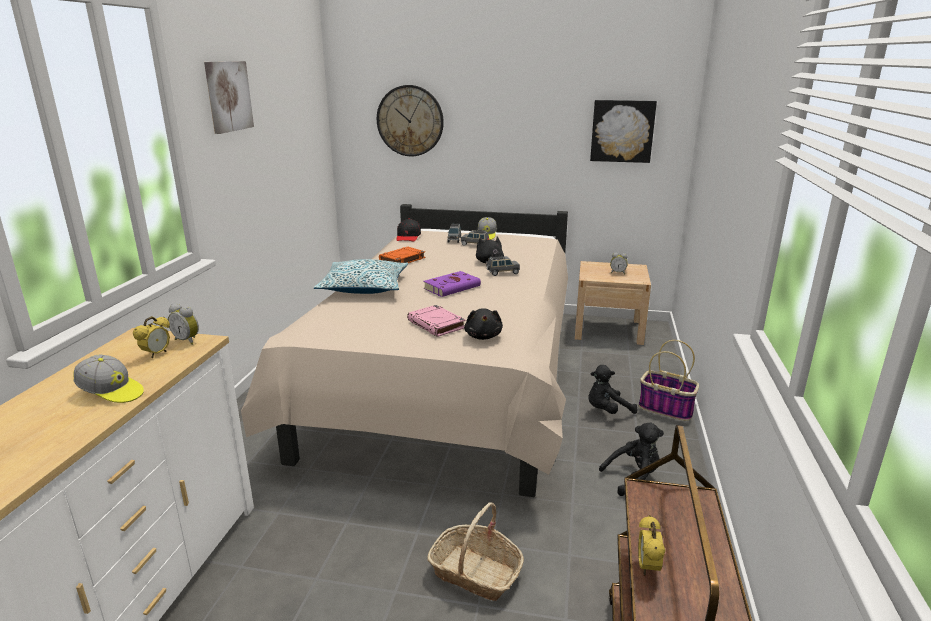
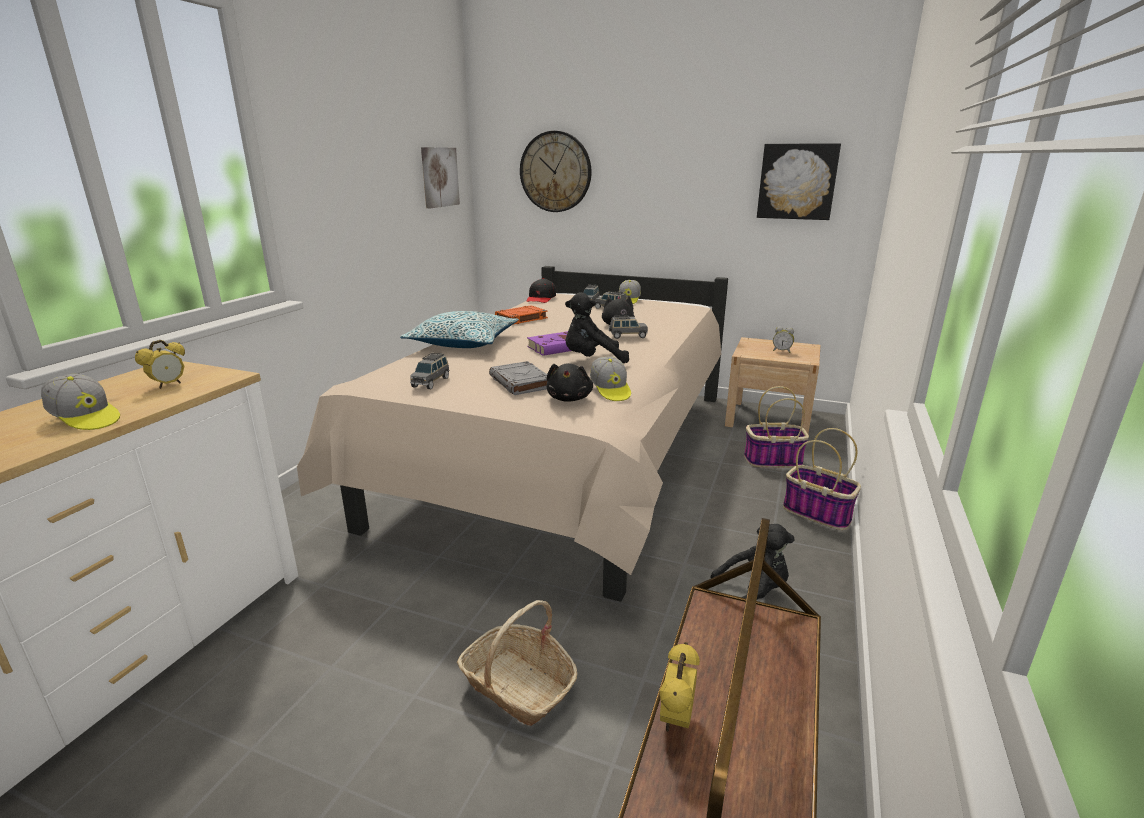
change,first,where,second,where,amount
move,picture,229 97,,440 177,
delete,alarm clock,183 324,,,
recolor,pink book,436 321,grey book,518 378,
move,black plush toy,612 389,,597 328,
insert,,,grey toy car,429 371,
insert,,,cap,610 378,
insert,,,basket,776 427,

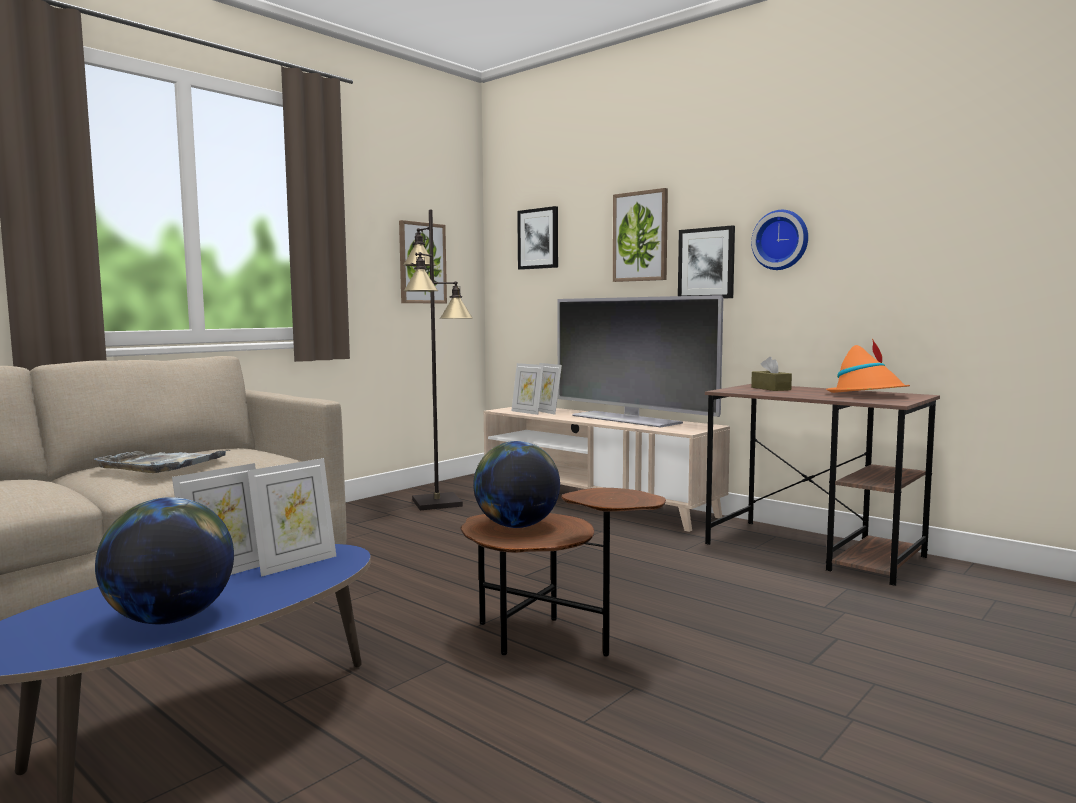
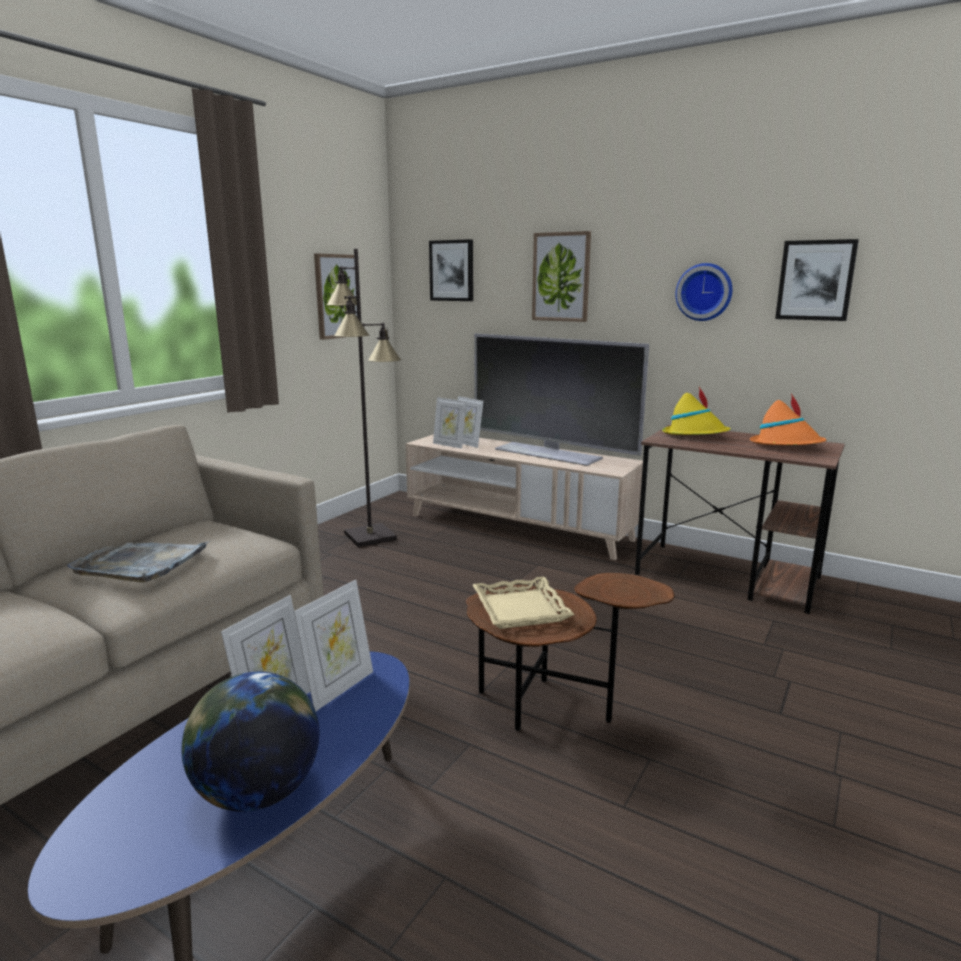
change,first,where,second,where,amount
move,picture,706 261,,817 280,
replace,brown tissue box,771 374,yellow hat,696 410,
replace,globe,516 484,beige tray,523 602,

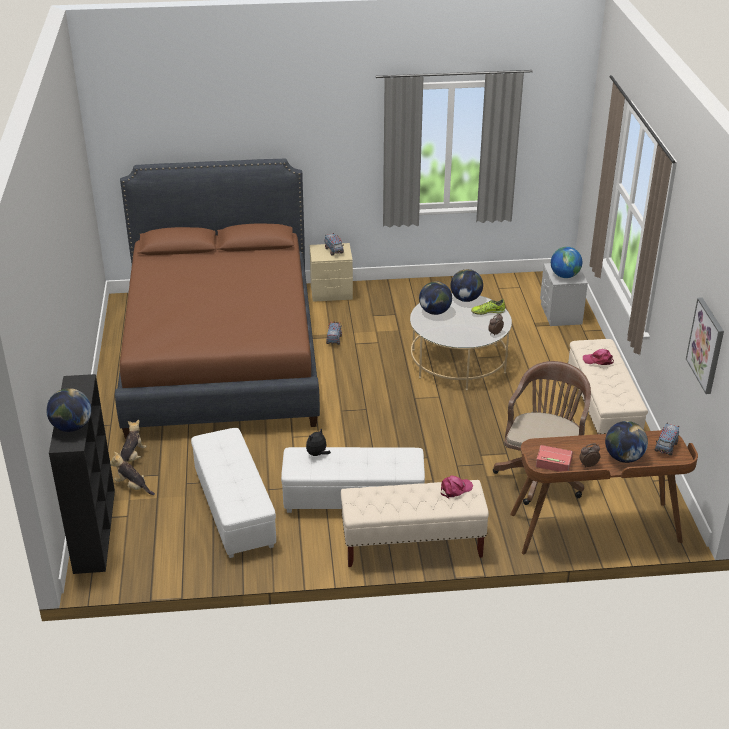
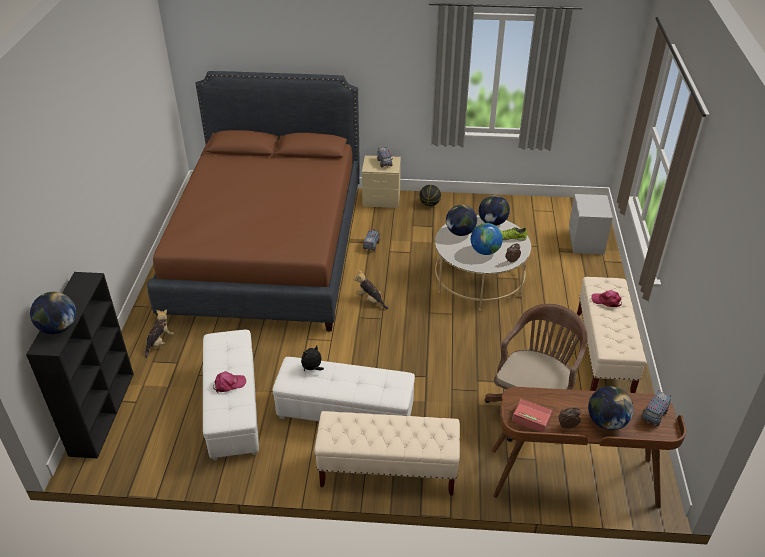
change,first,where,second,where,amount
move,globe,566 262,,487 239,
delete,picture,705 345,,,
move,plush toy,132 473,,370 289,
move,pink cap,457 487,,229 382,
insert,,,basketball,430 195,

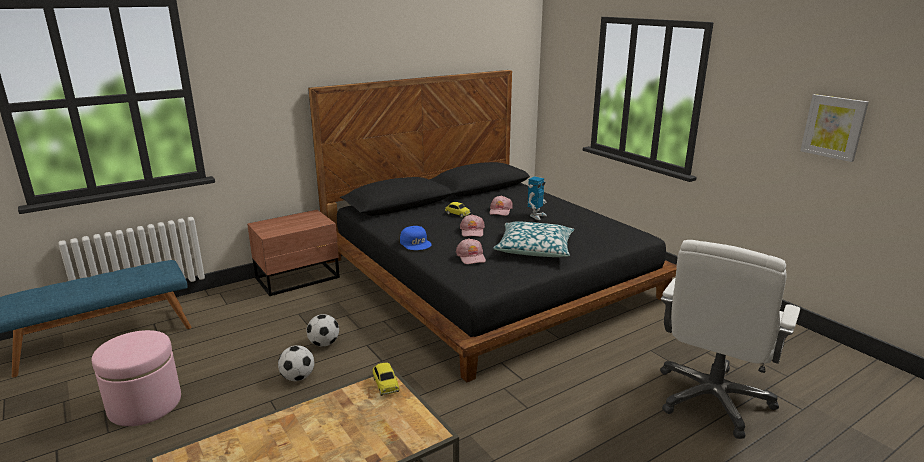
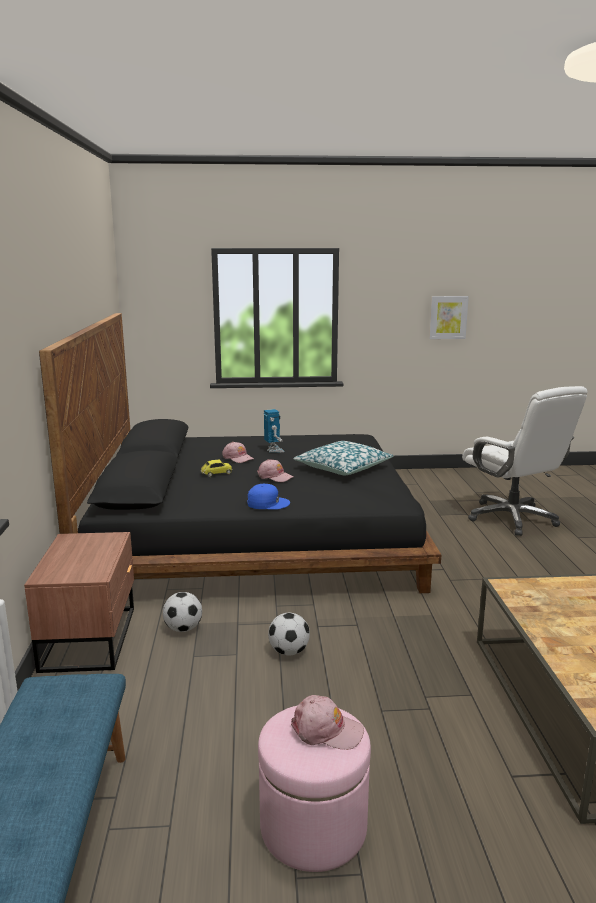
change,first,where,second,where,amount
move,pink cap,471 251,,327 722,
move,football,296 363,,182 612,
delete,toy car,386 379,,,

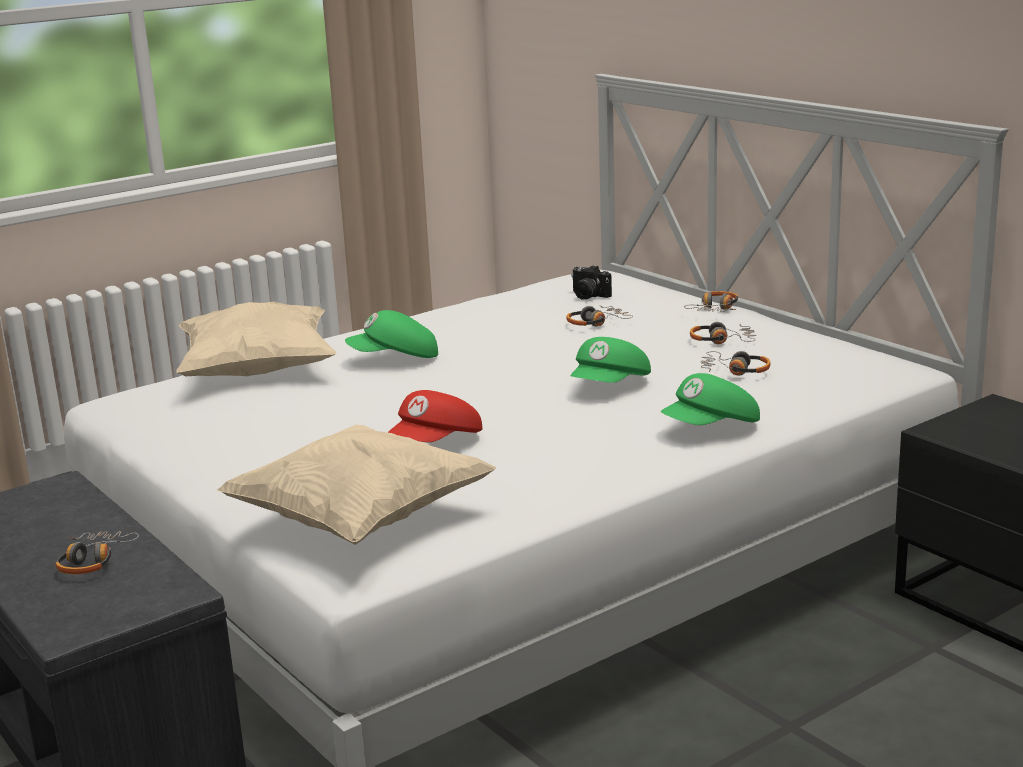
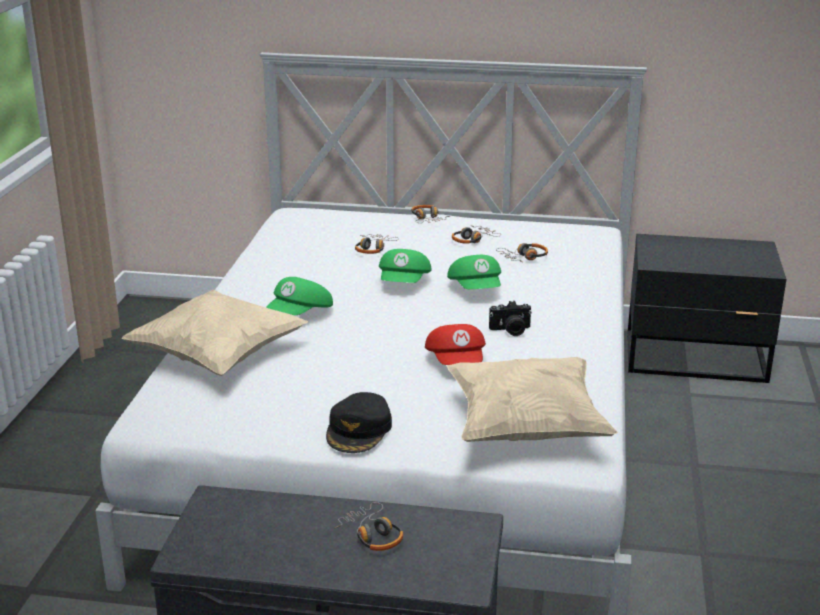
change,first,where,second,where,amount
move,photo camera,591 282,,510 318,
move,green cap,710 399,,405 266,
insert,,,black cap,359 422,

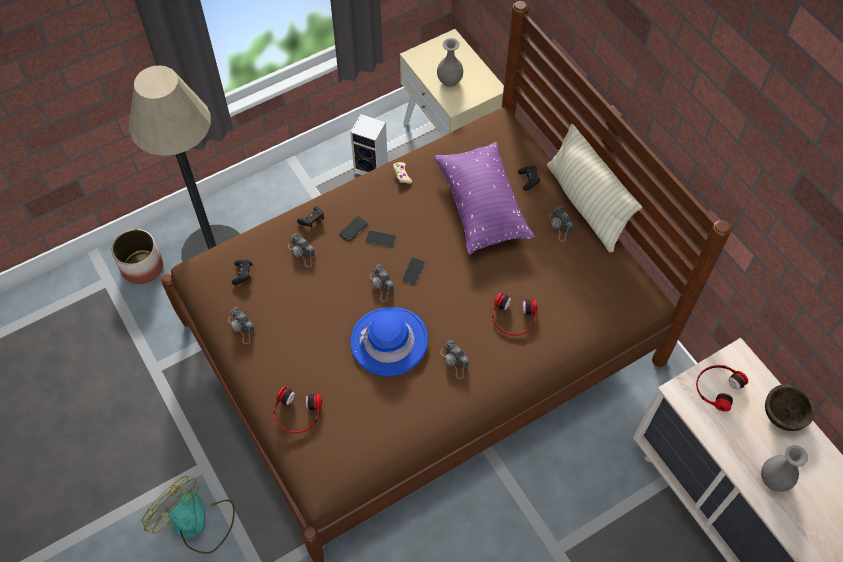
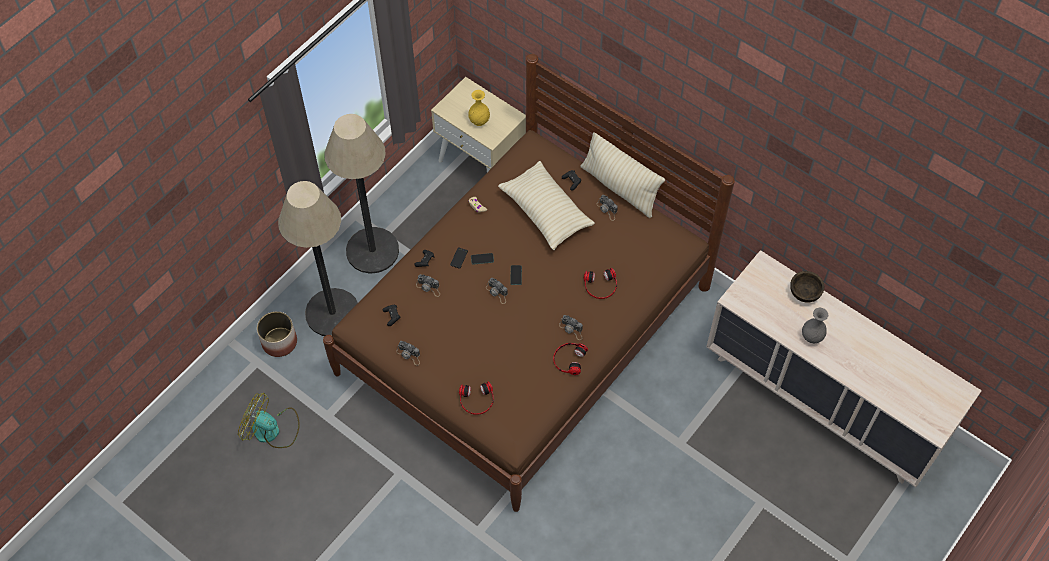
change,first,where,second,where,amount
recolor,grey vase,450 62,yellow vase,479 108,
delete,speaker,369 144,,,
recolor,purple pillow,484 198,beige pillow,546 205,
delete,blue hat,389 342,,,
move,headphones,722 388,,570 359,
move,fan,188 515,,269 420,
insert,,,floor lamp,361 194,

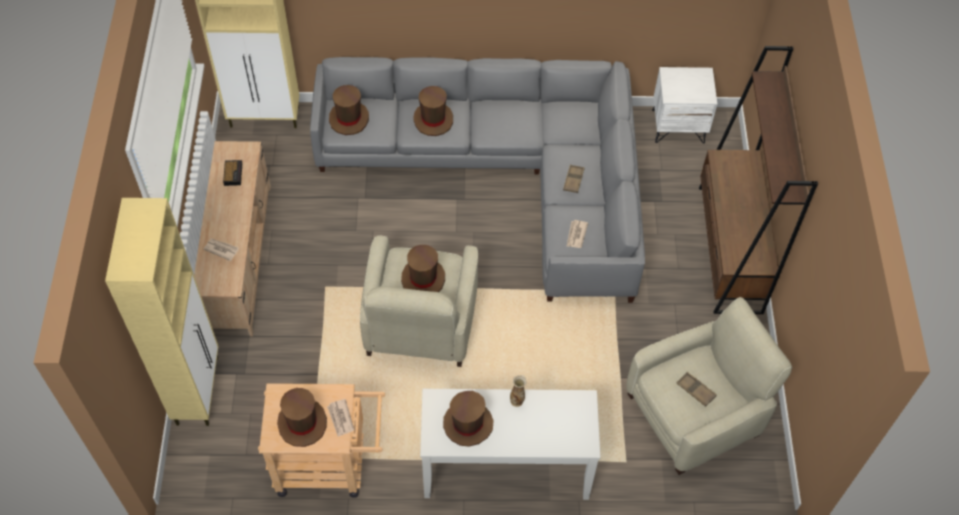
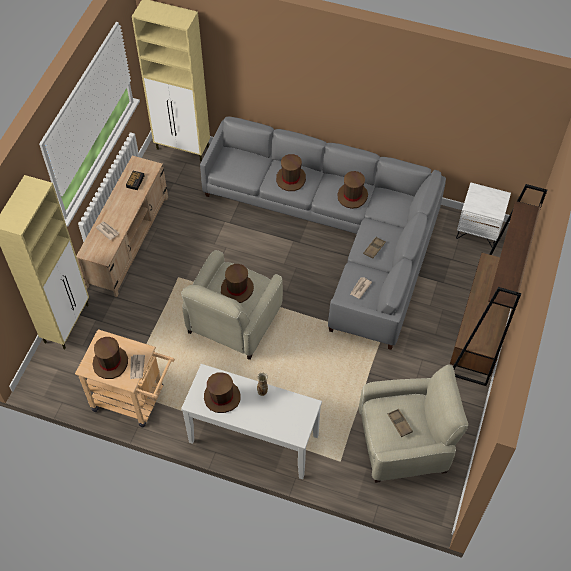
change,first,where,second,where,amount
move,brown hat,349 110,,352 190,

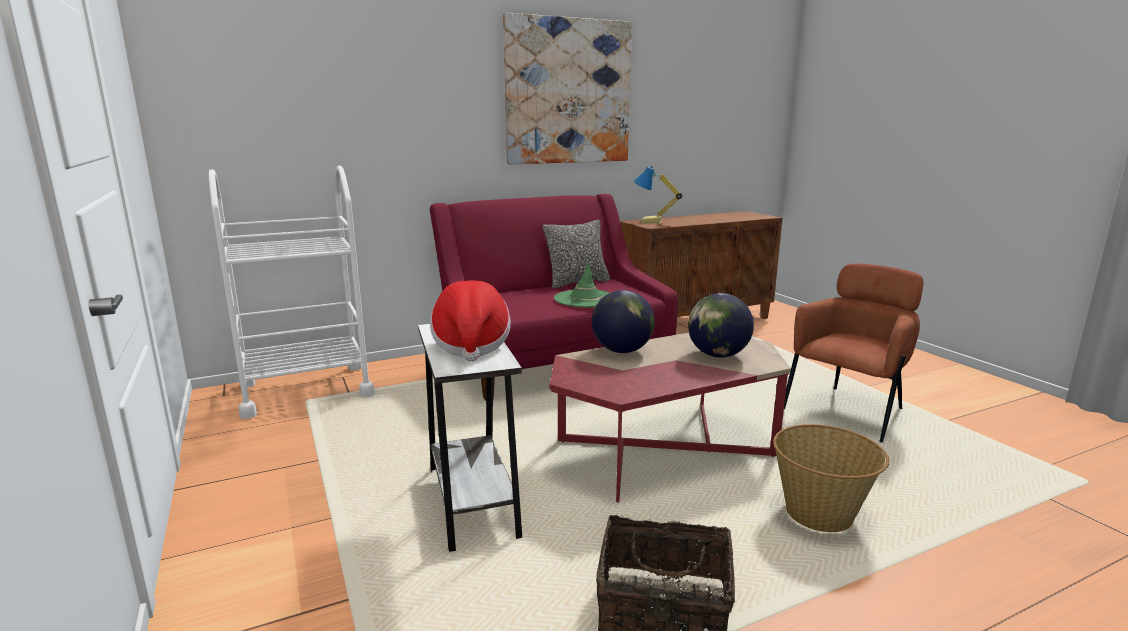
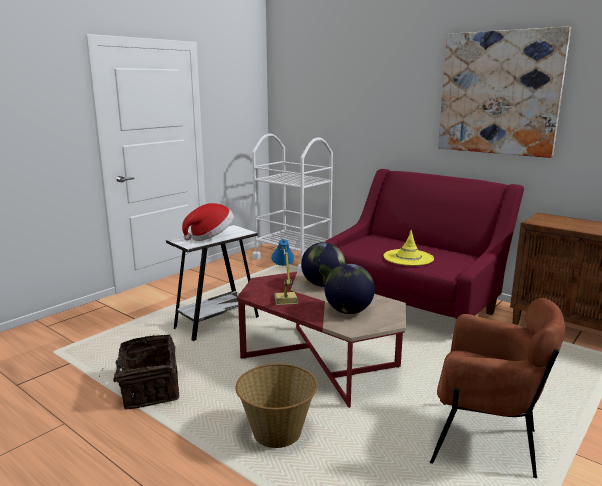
change,first,where,second,where,amount
move,table lamp,658 195,,284 272,
delete,pillow,576 254,,,
recolor,green hat,582 284,yellow hat,408 248,

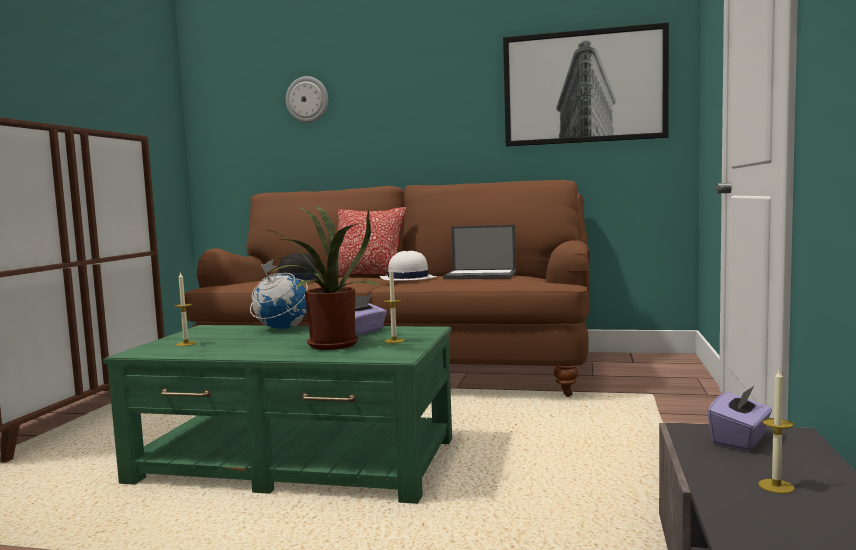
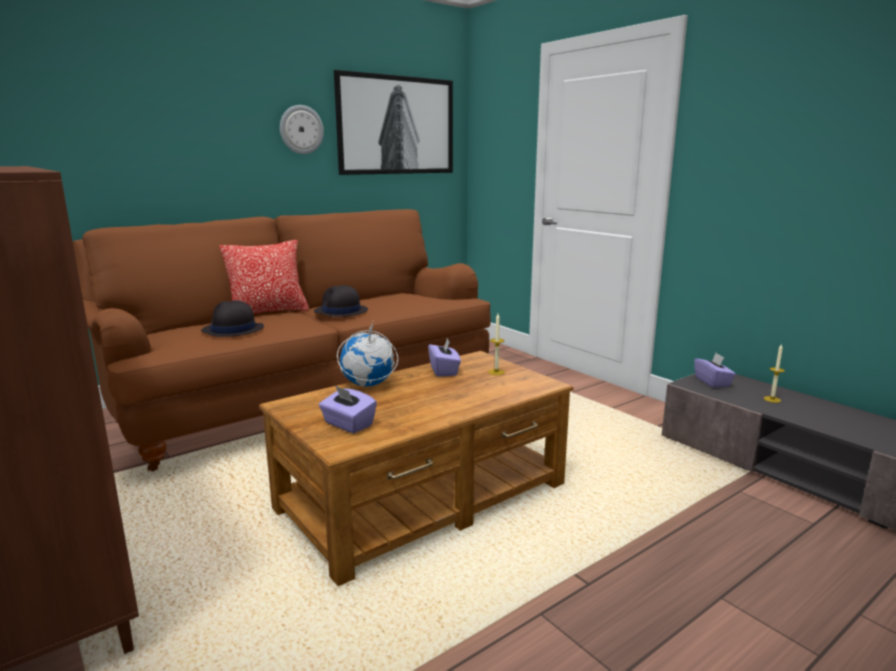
change,first,where,second,where,amount
move,wall clock,307 99,,302 129,
delete,potted plant,322 277,,,
delete,laptop,479 252,,,
recolor,white hat,408 266,black hat,341 301,
replace,candle,185 309,purple tissue box,348 409,
recolor,green coffee table,277 414,brown coffee table,416 468,

